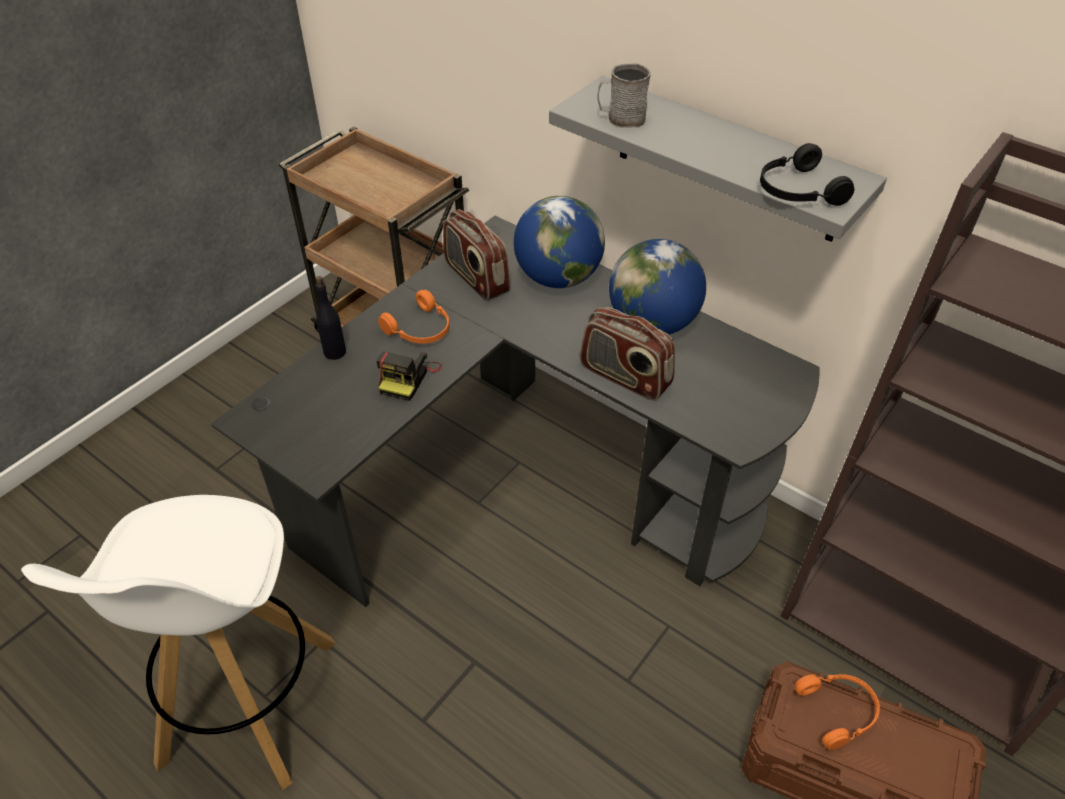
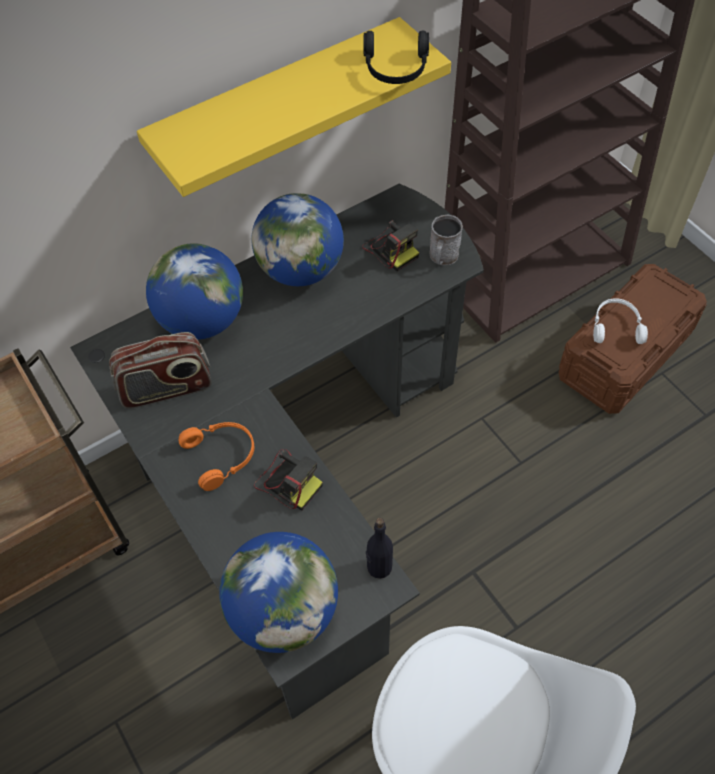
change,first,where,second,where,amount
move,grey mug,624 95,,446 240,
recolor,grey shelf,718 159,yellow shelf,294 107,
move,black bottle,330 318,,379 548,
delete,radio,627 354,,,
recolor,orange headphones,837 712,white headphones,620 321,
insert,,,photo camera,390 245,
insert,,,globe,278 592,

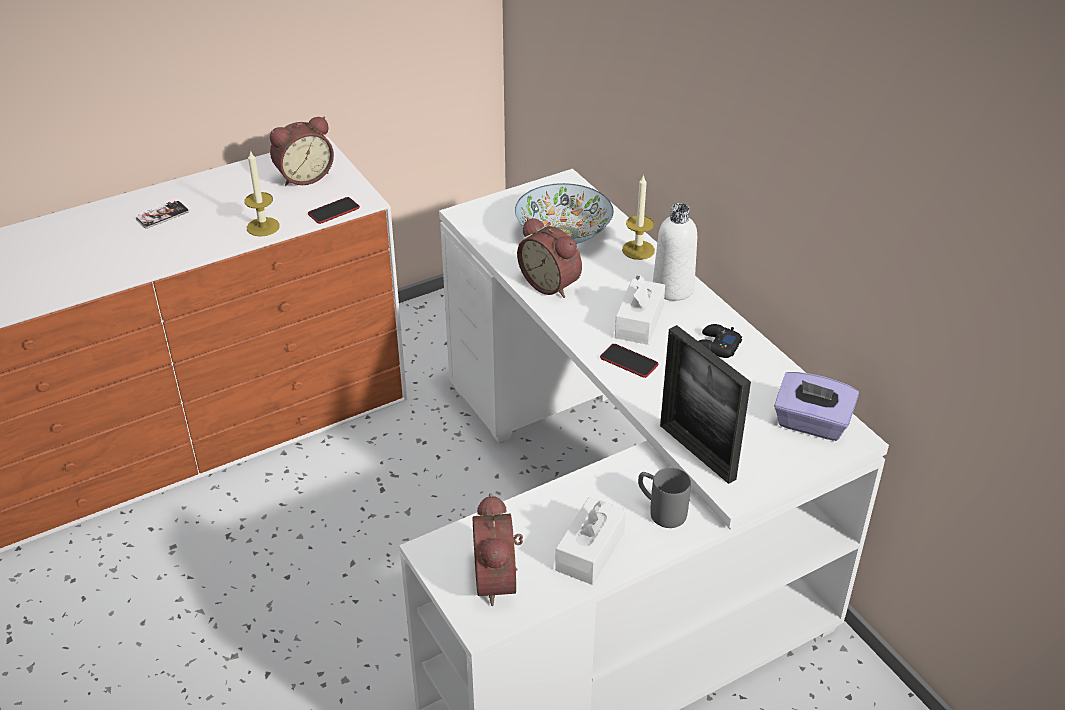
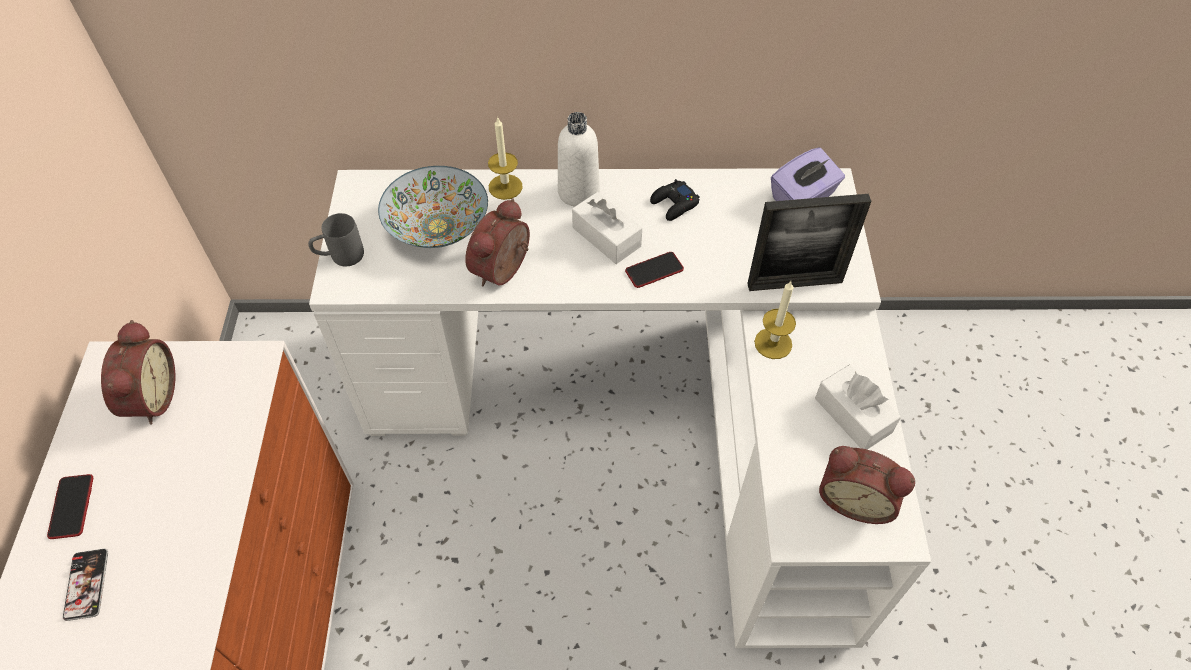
change,first,where,second,where,amount
move,candle,262 193,,775 320,
move,phone,334 210,,70 506,
rotate,alarm clock,549 257,,497 242,135 degrees clockwise
move,grey mug,664 497,,336 239,

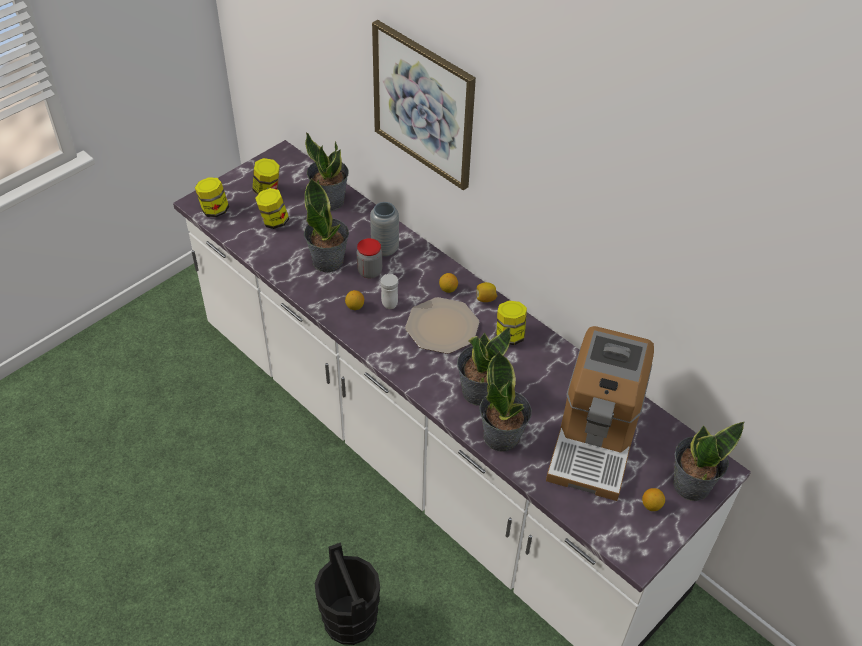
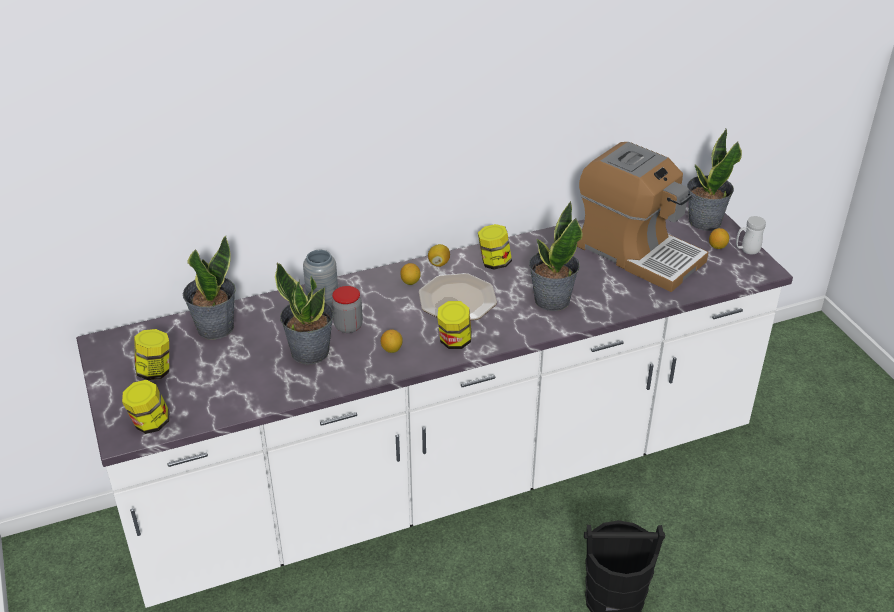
change,first,where,second,where,amount
delete,picture,424 105,,,
move,jar,272 208,,454 325,
move,white mug,389 291,,751 235,
delete,potted plant,505 401,,,

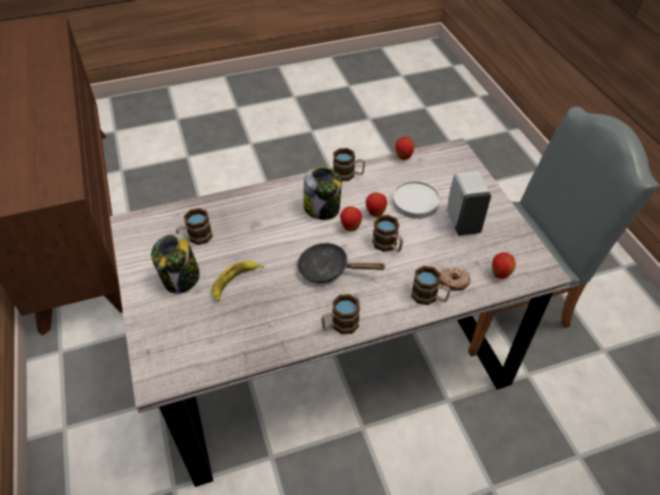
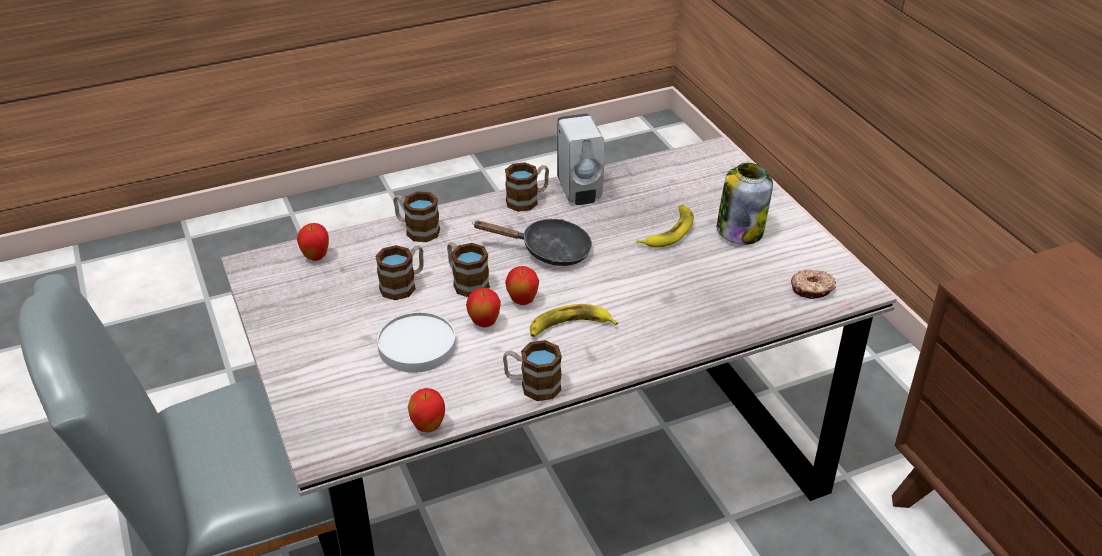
change,first,where,second,where,amount
replace,jar,322 193,banana,574 320,
move,white soap dispenser,469 203,,580 159,
move,mug,194 226,,399 272,
move,donut,455 279,,813 284,

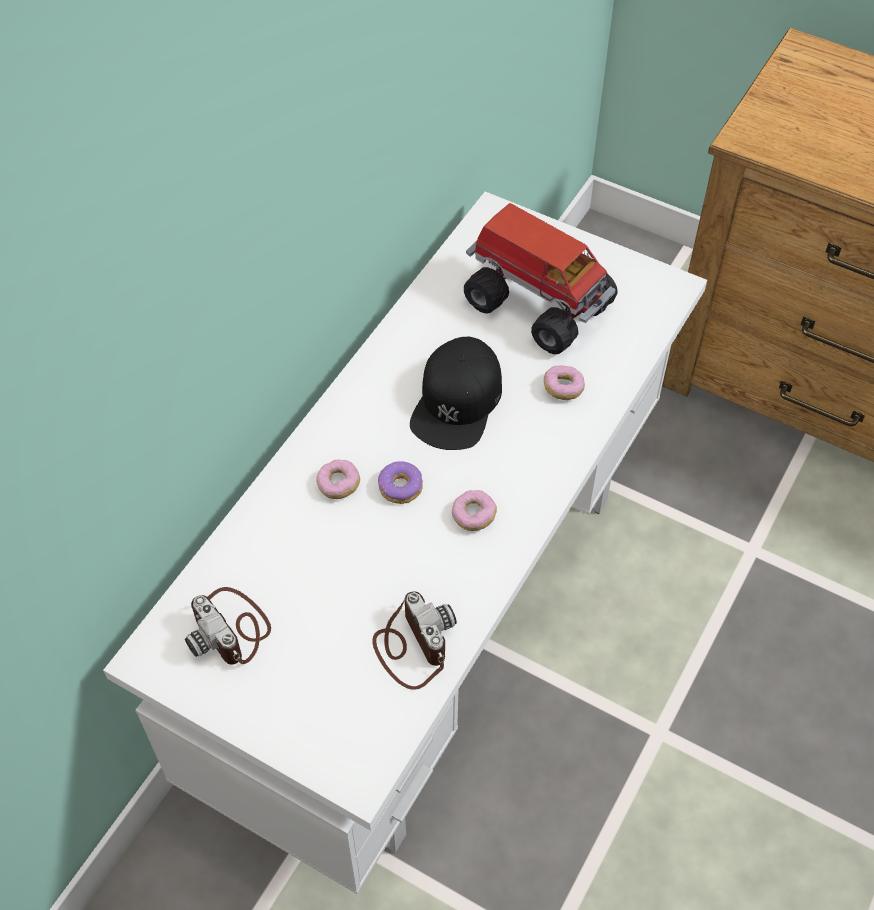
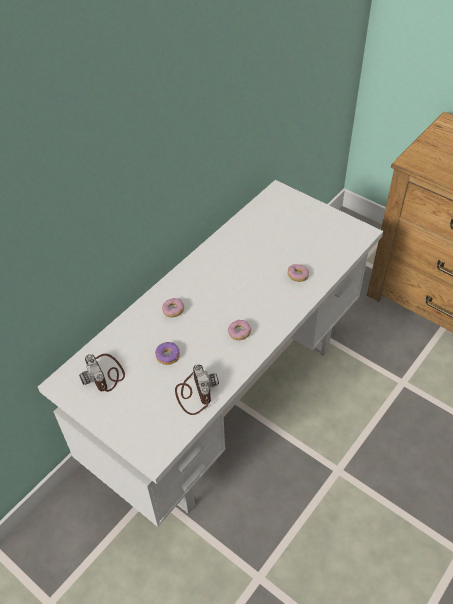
change,first,where,second,where,amount
delete,toy truck,540 278,,,
delete,black cap,456 393,,,
move,donut,400 482,,167 353,

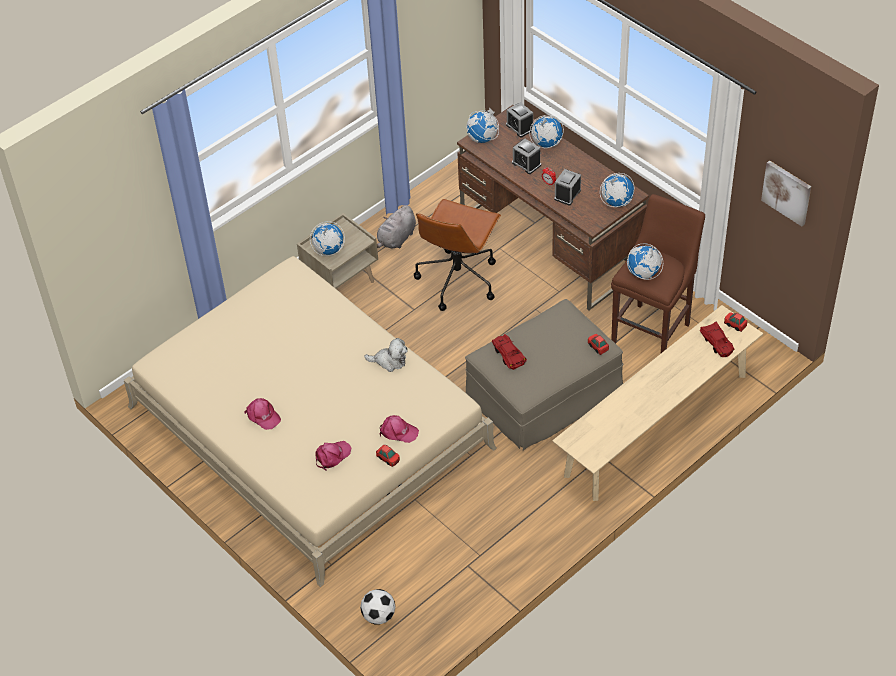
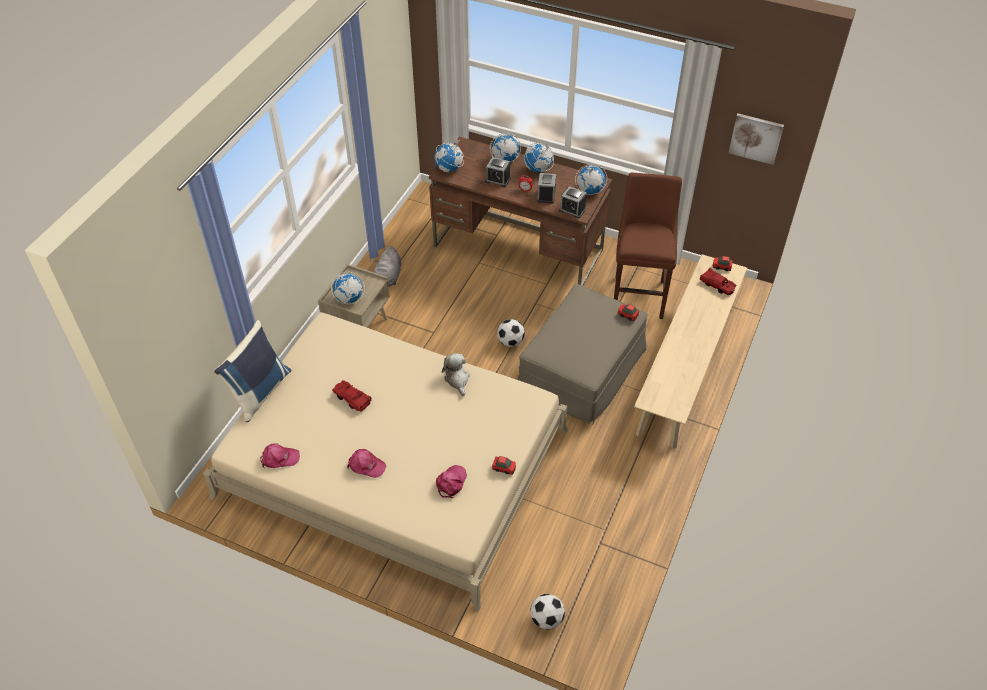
change,first,where,second,where,amount
move,alarm clock,519 119,,572 202,
delete,brown office chair,457 255,,,
move,globe,645 261,,539 157,
move,red toy car,509 352,,352 396,
rotate,plush toy,386 355,,456 374,90 degrees counterclockwise
move,pink cap,399 429,,280 455,
insert,,,football,511 333,
insert,,,blue pillow,252 371,

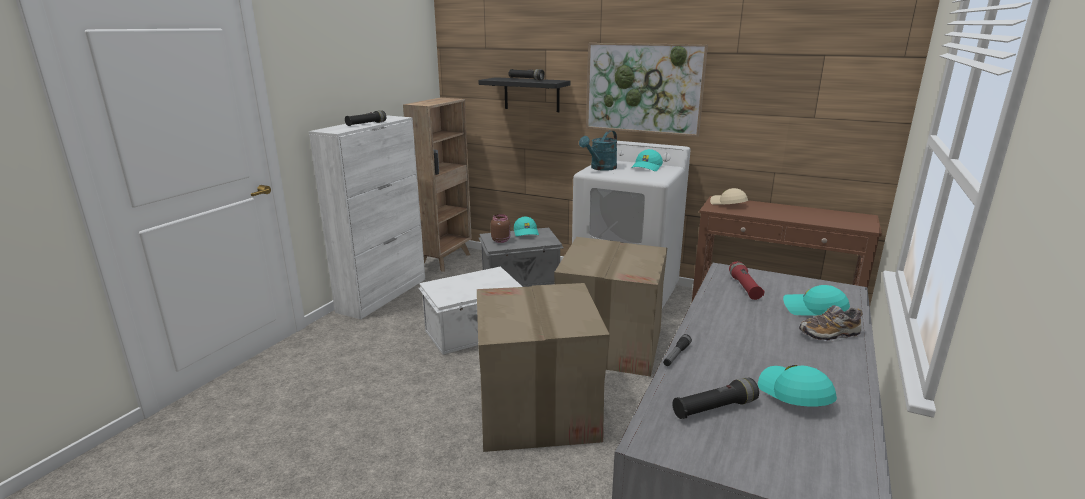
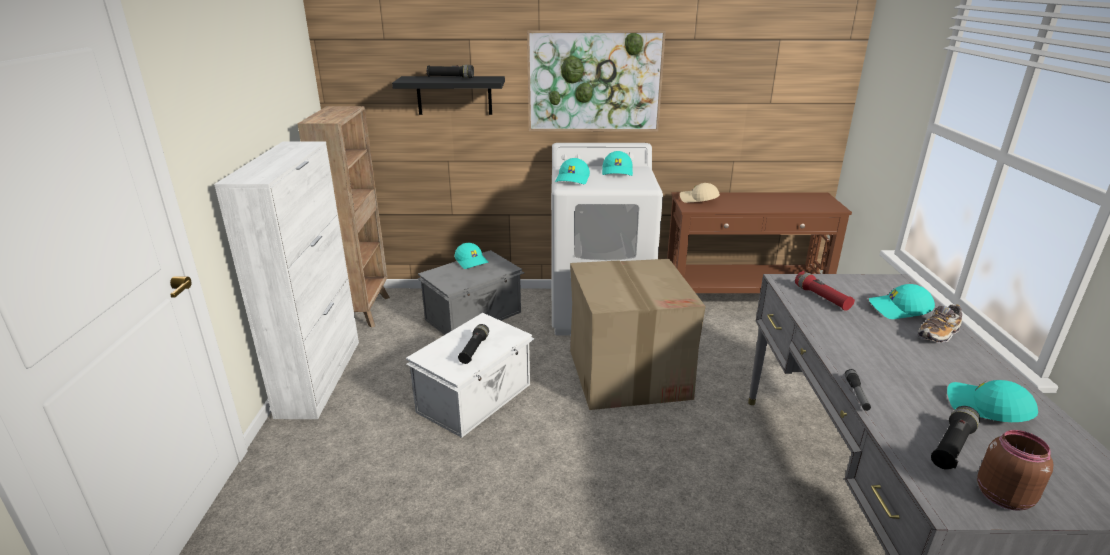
change,first,where,second,where,amount
move,black flashlight,365 118,,473 344,
replace,turquoise watering can,598 150,turquoise cap,572 171,
move,brown jar,500 228,,1015 470,
delete,cardboard box,543 367,,,

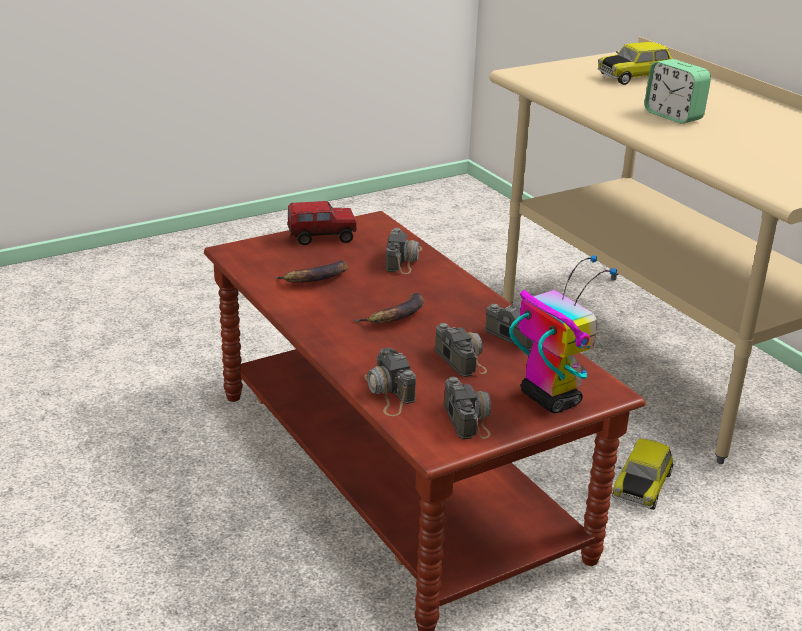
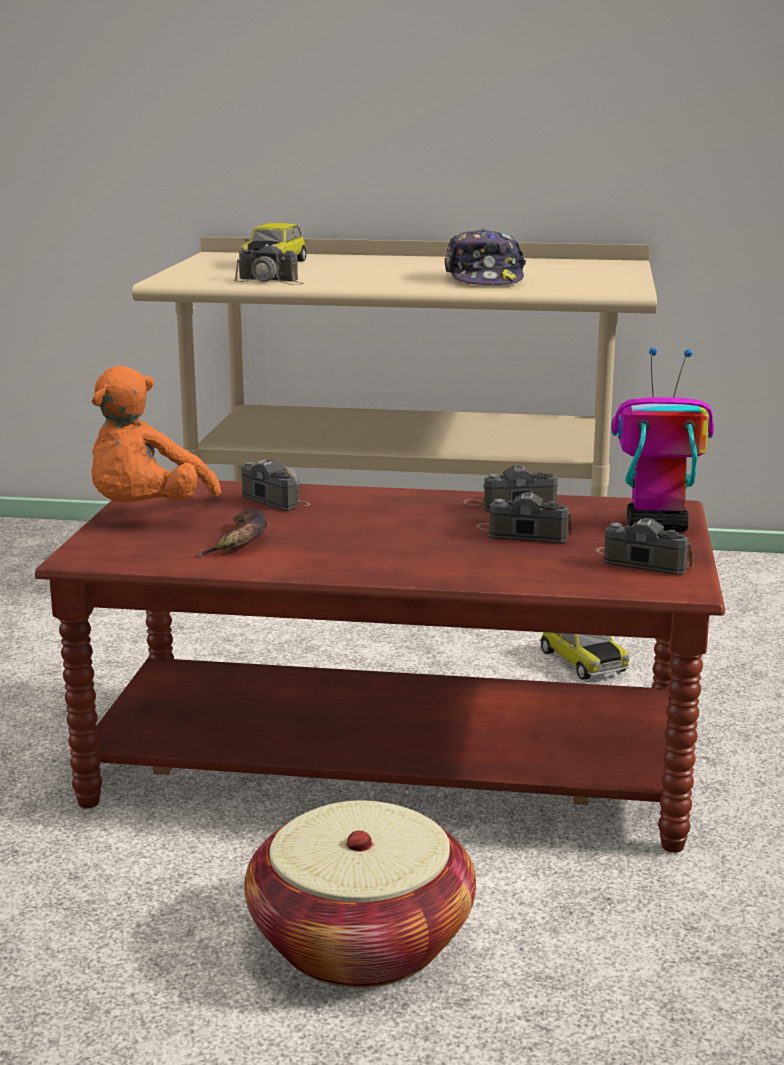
change,first,where,second,where,amount
delete,alarm clock,677 91,,,
replace,toy truck,321 223,orange plush toy,156 434,
delete,banana,389 308,,,
move,photo camera,390 382,,269 264,
insert,,,cap,485 256,
insert,,,basket,360 894,

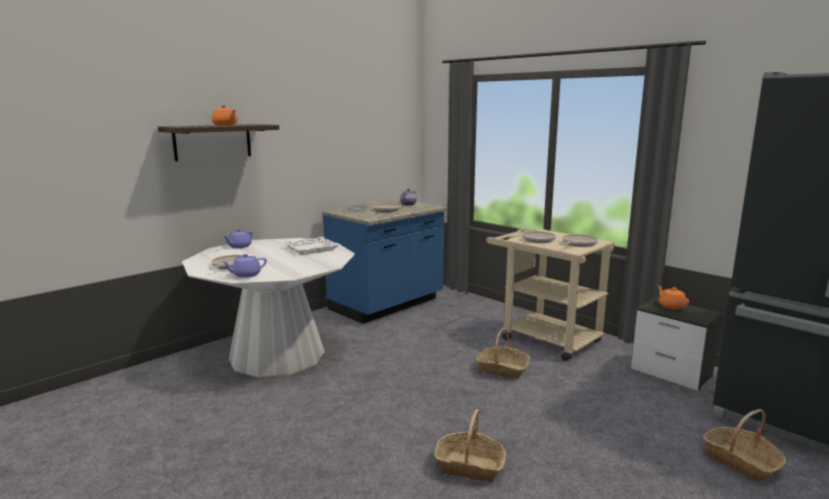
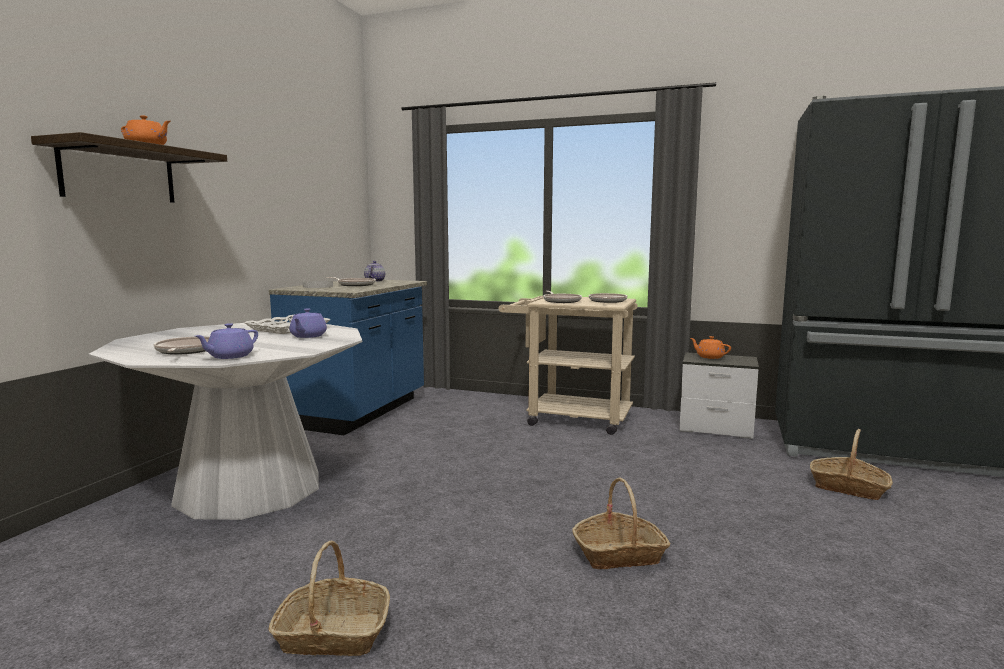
change,first,where,second,where,amount
move,purple teapot,238 238,,308 323,
move,basket,503 353,,329 598,

